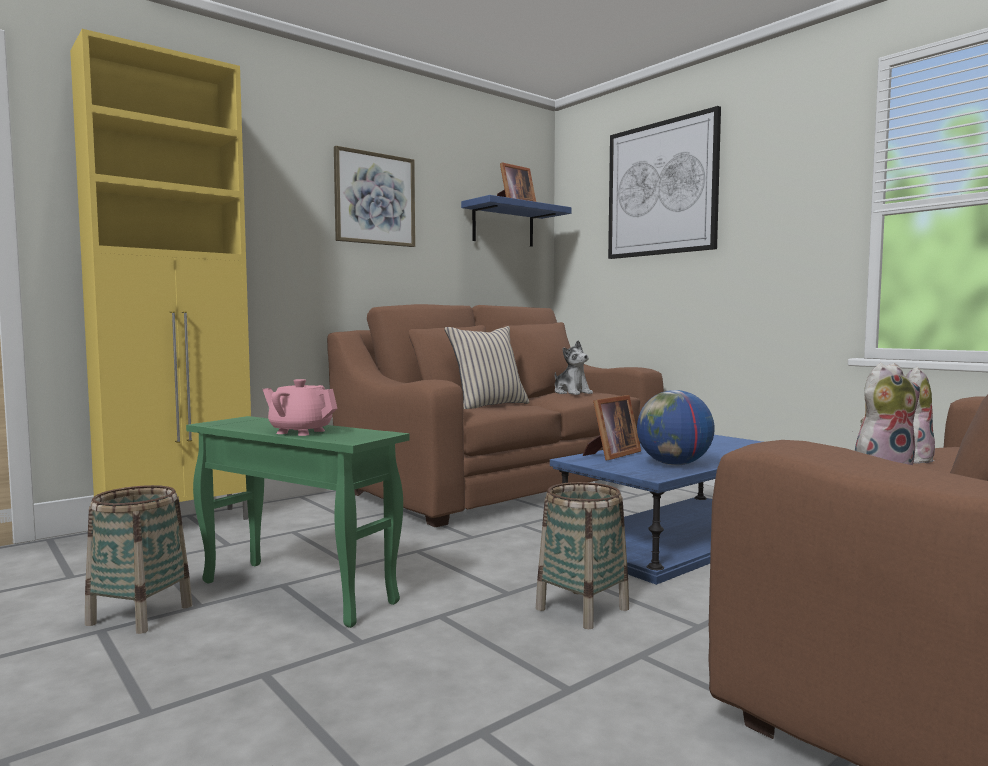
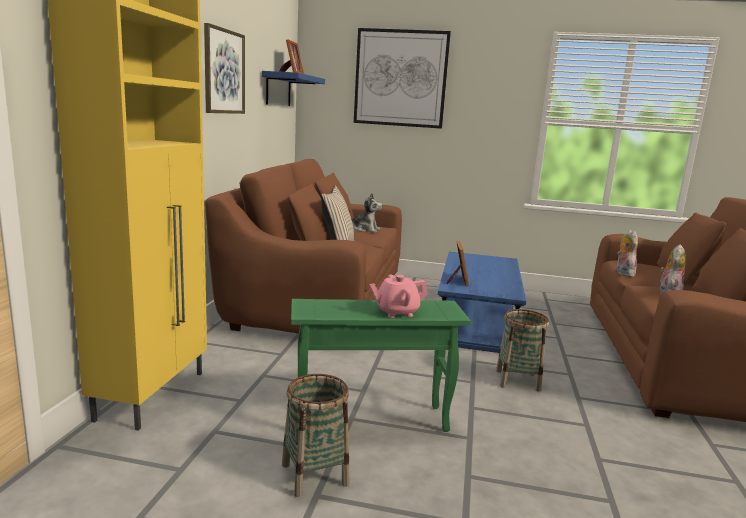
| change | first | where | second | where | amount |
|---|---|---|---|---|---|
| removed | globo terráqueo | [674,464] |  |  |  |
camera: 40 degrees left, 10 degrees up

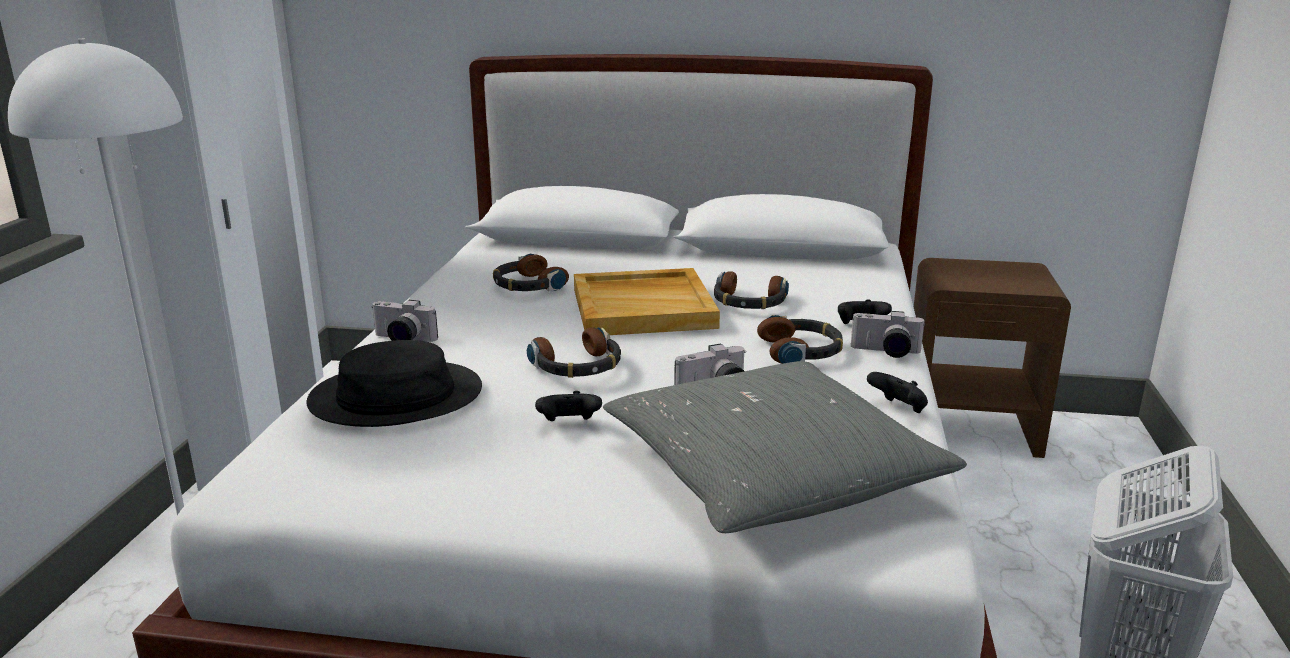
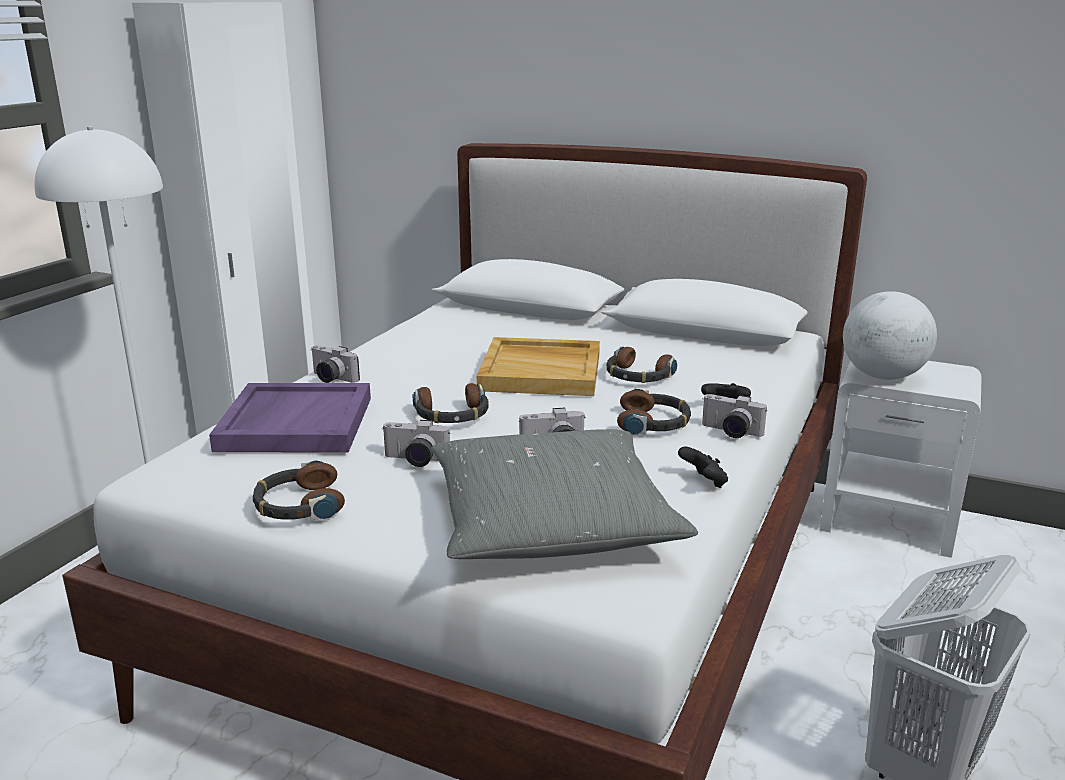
| change | first | where | second | where | amount |
|---|---|---|---|---|---|
| added |  |  | globo terráqueo | [883,376] |  |
| moved | auriculares | [528,285] |  | [298,505] |  |
| replaced | sombrero (negro) | [396,397] | bandeja (morado) | [295,423] |  |
| replaced | mando de consola (negro) | [569,424] | cámara | [415,461] |  |
| recoloured | mesita de noche (marrón) | [971,429] | mesita de noche (blanco) | [889,521] |  |
camera: 15 degrees right, 0 degrees up

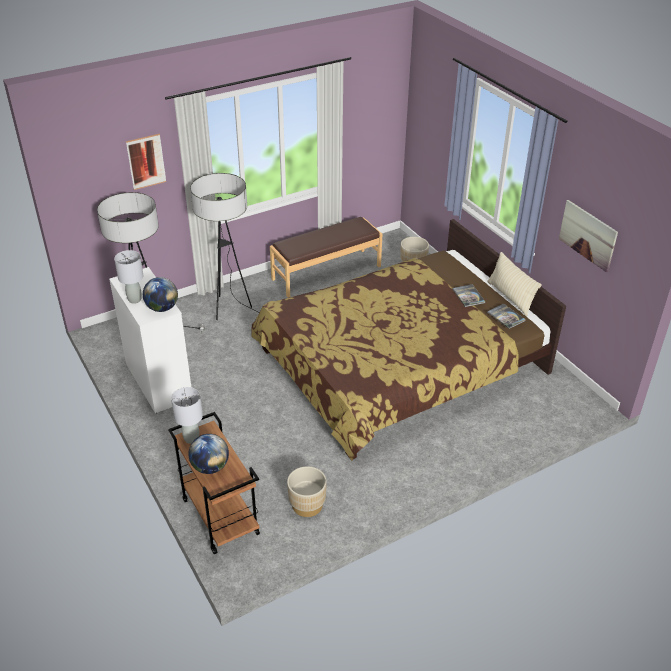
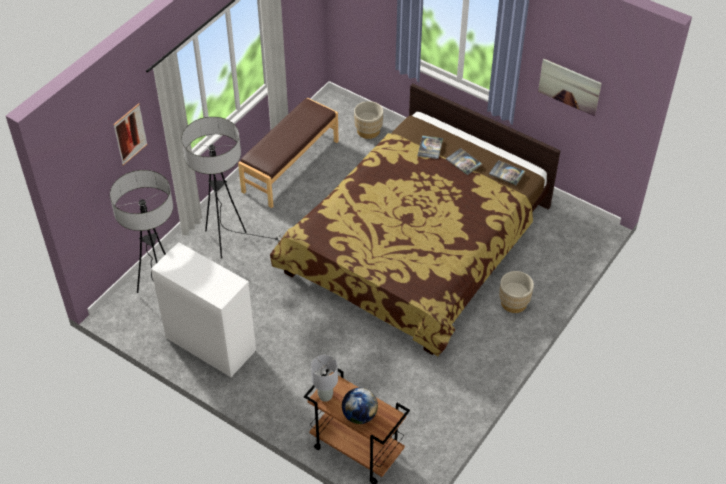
| change | first | where | second | where | amount |
|---|---|---|---|---|---|
| removed | lámpara de mesa (gris) | [134,300] |  |  |  |
| removed | globo terráqueo | [162,308] |  |  |  |
| removed | cojín (beis) | [510,297] |  |  |  |
| added |  |  | libro | [430,147] |  |
| moved | maceta (beis) | [307,505] |  | [513,303] |  |
camera: 25 degrees left, 10 degrees up

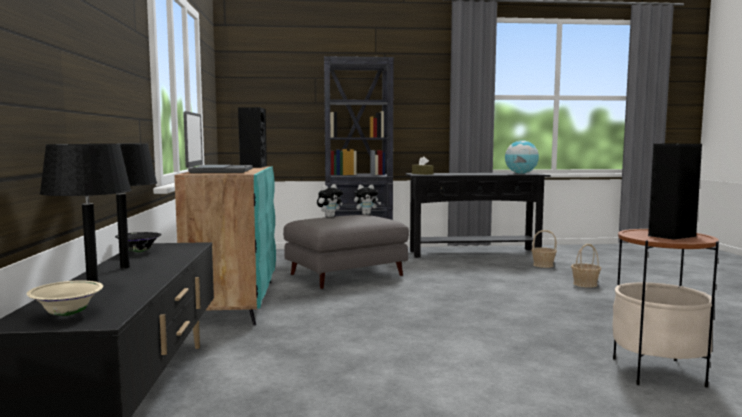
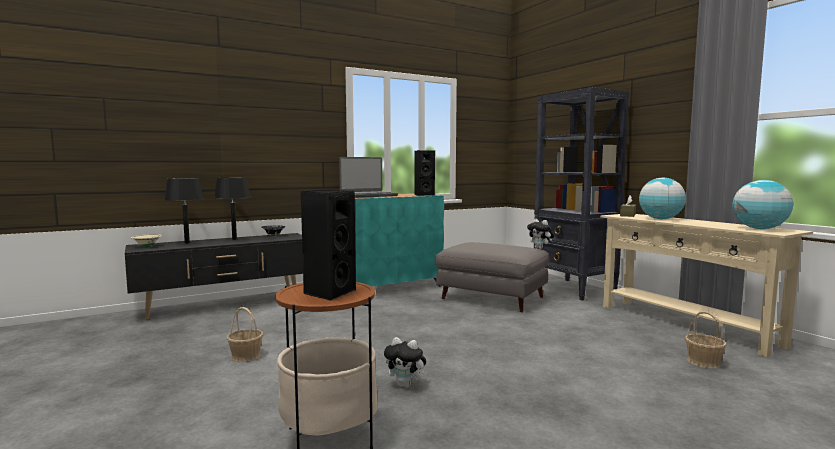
| change | first | where | second | where | amount |
|---|---|---|---|---|---|
| added |  |  | globo terráqueo | [660,219] |  |
| moved | peluche | [329,216] |  | [406,385] |  |
| moved | cesta | [585,284] |  | [246,356] |  |
| recoloured | mesa consola (negro) | [474,253] | mesa consola (beis) | [685,324] |  |
camera: 65 degrees right, 0 degrees up

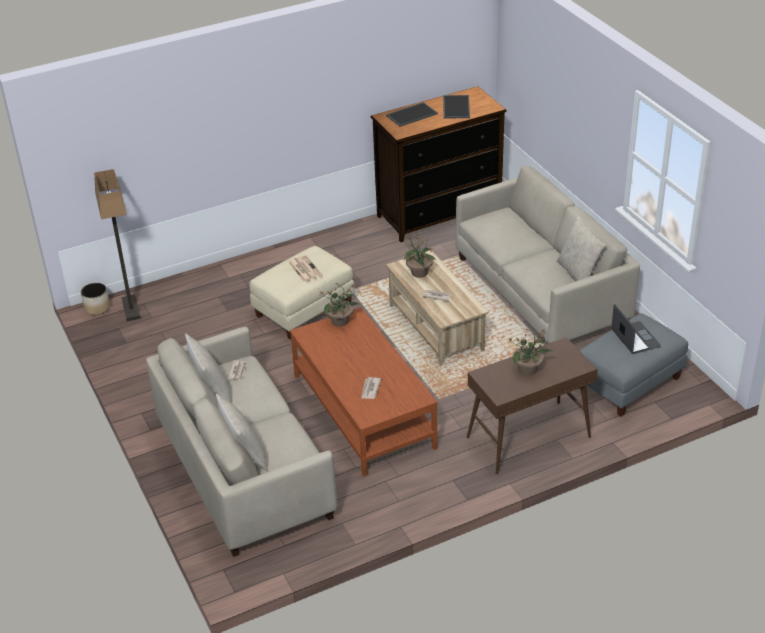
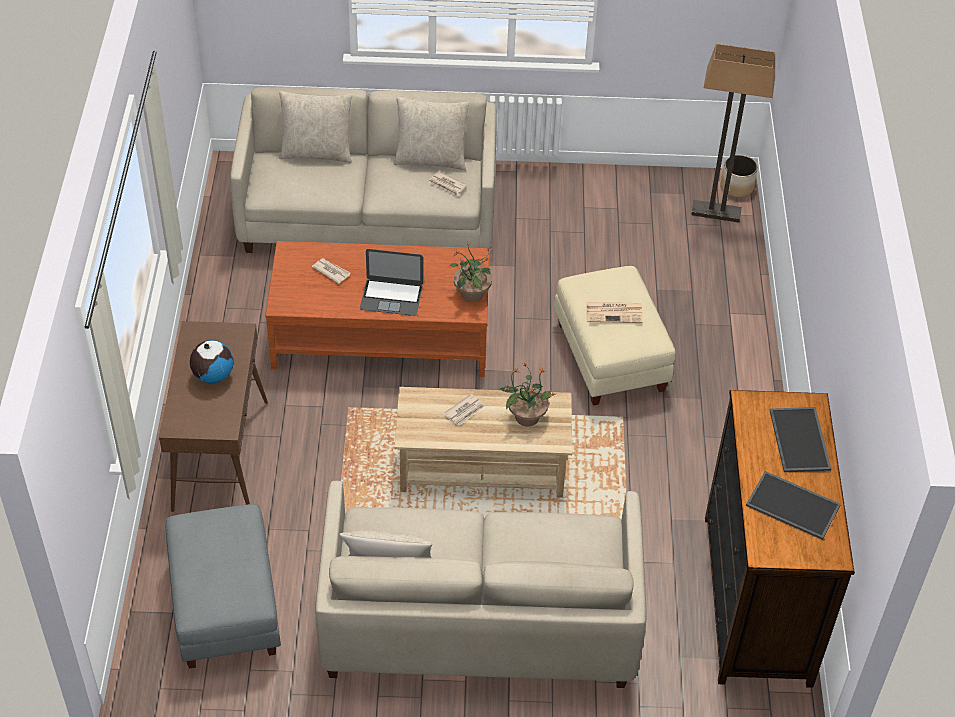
| change | first | where | second | where | amount |
|---|---|---|---|---|---|
| moved | portátil | [635,338] |  | [391,297] |  |
| replaced | planta en maceta | [528,369] | globo terráqueo | [213,375] |  |
camera: 115 degrees right, 10 degrees up

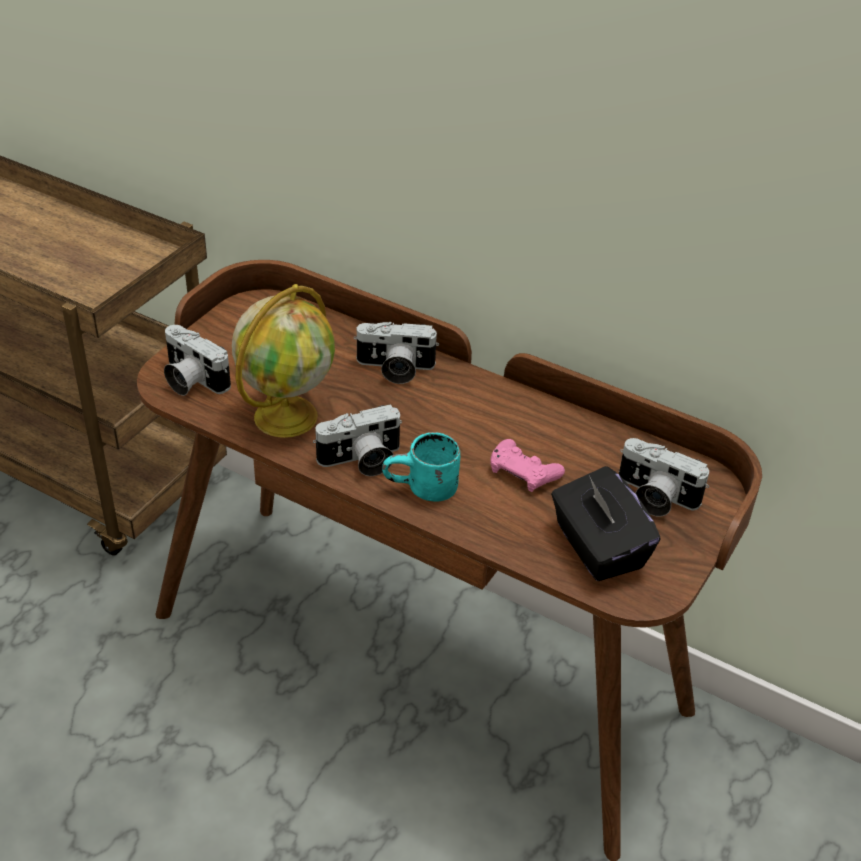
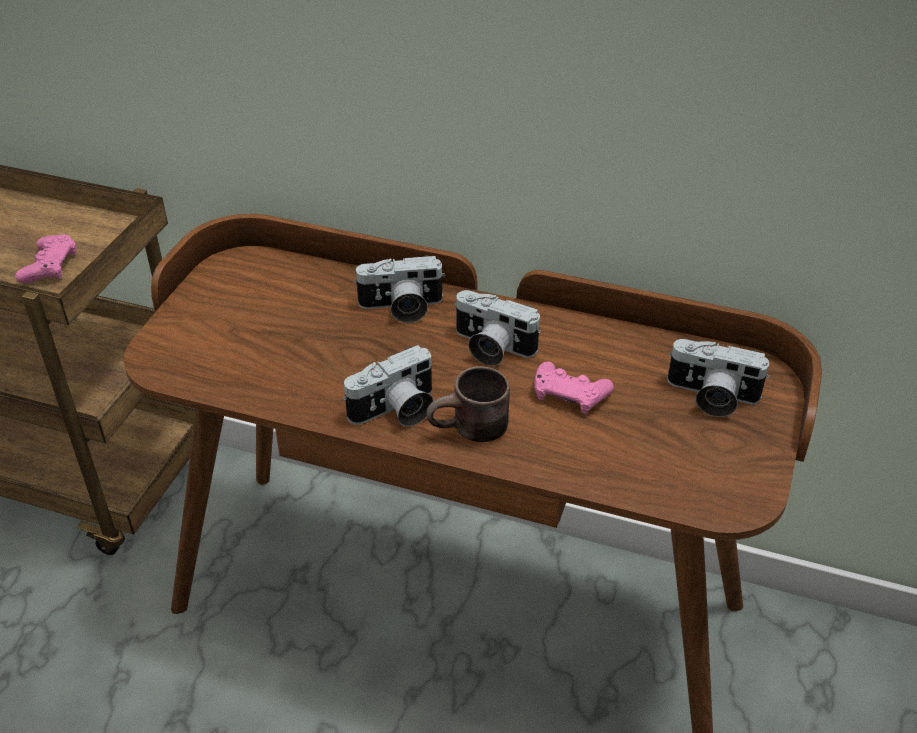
| change | first | where | second | where | amount |
|---|---|---|---|---|---|
| removed | globo terráqueo | [286,415] |  |  |  |
| removed | caja de pañuelos (negro) | [597,547] |  |  |  |
| added |  |  | mando de consola (rosa) | [49,266] |  |
| moved | cámara | [191,380] |  | [491,348] |  |
| recoloured | taza grande (turquesa) | [423,491] | taza grande (marrón) | [471,432] |  |
camera: 10 degrees left, 0 degrees up

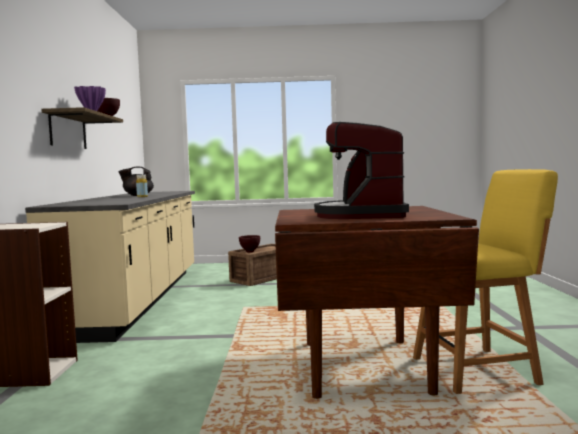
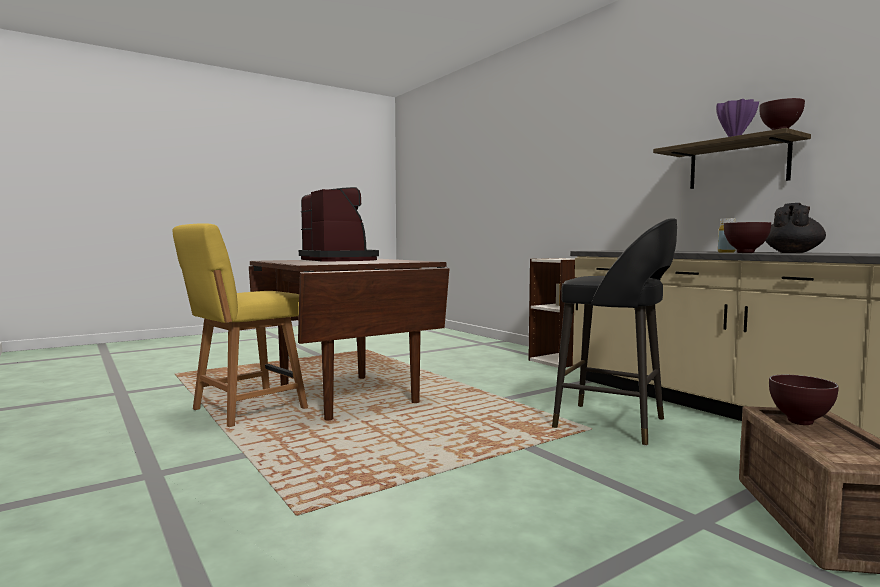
| change | first | where | second | where | amount |
|---|---|---|---|---|---|
| added |  |  | taburete (negro) | [613,424] |  |
| added |  |  | cuenco (marrón) | [745,253] |  |
camera: 145 degrees right, 0 degrees up

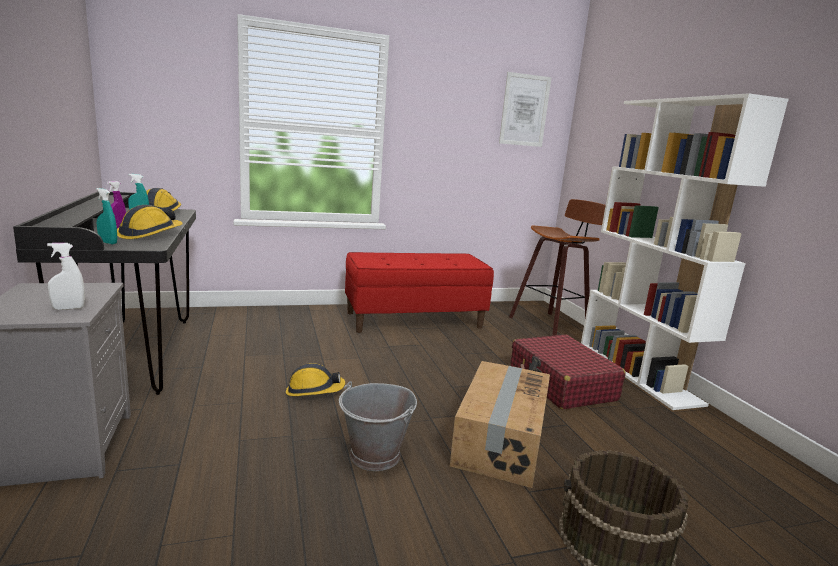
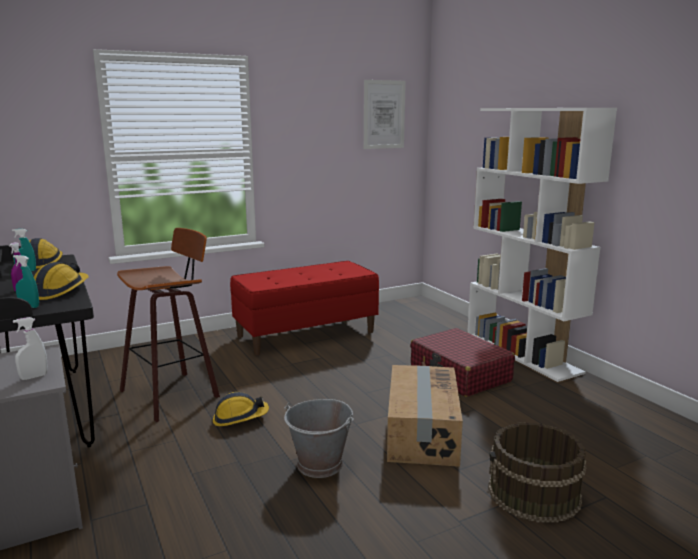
| change | first | where | second | where | amount |
|---|---|---|---|---|---|
| moved | taburete | [551,324] |  | [173,393] |  |
camera: 10 degrees left, 0 degrees up

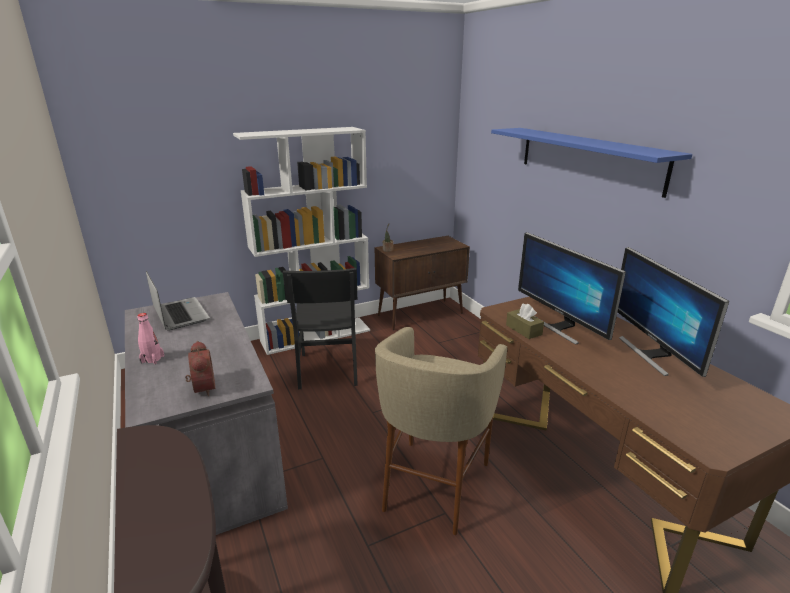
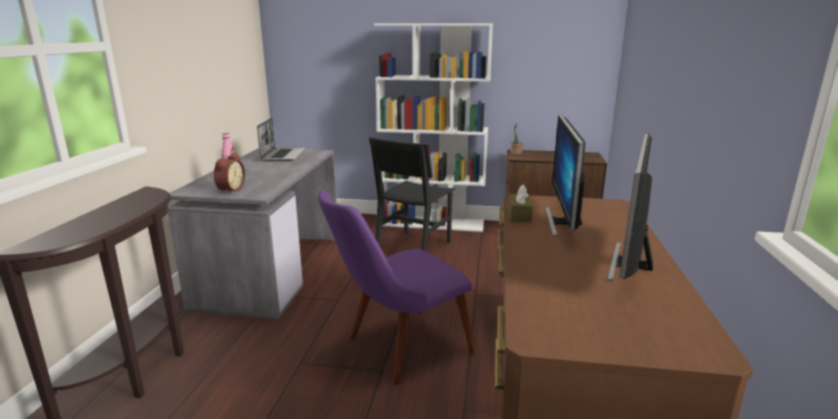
| change | first | where | second | where | amount |
|---|---|---|---|---|---|
| removed | estante (azul) | [588,158] |  |  |  |
| replaced | taburete (beis) | [433,485] | silla (morado) | [397,350] |  |
camera: 35 degrees right, 5 degrees down

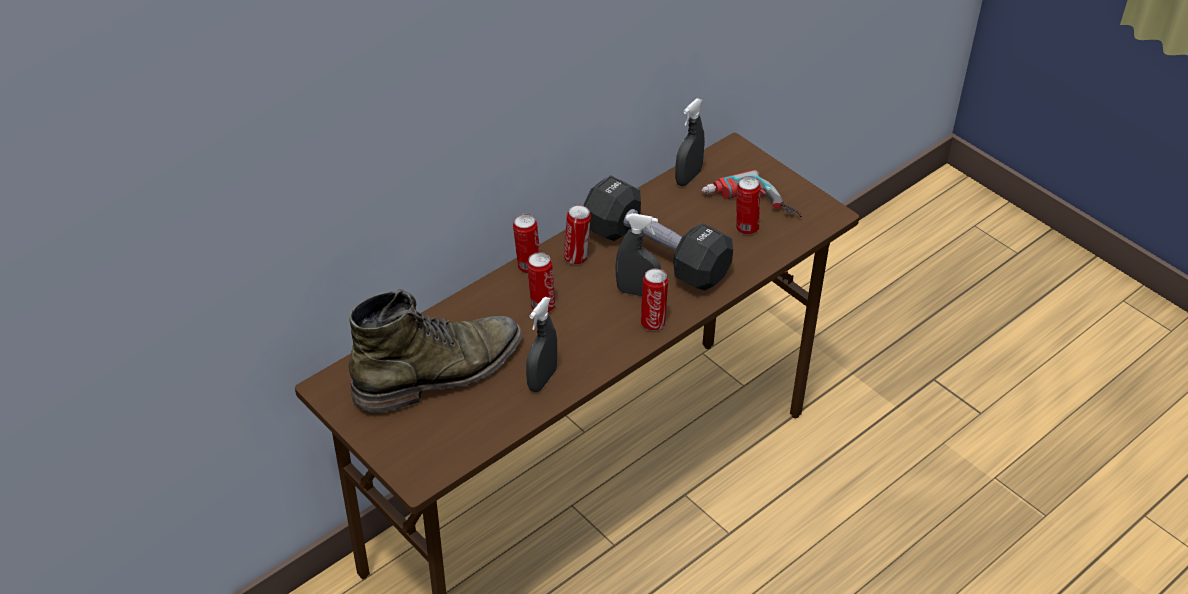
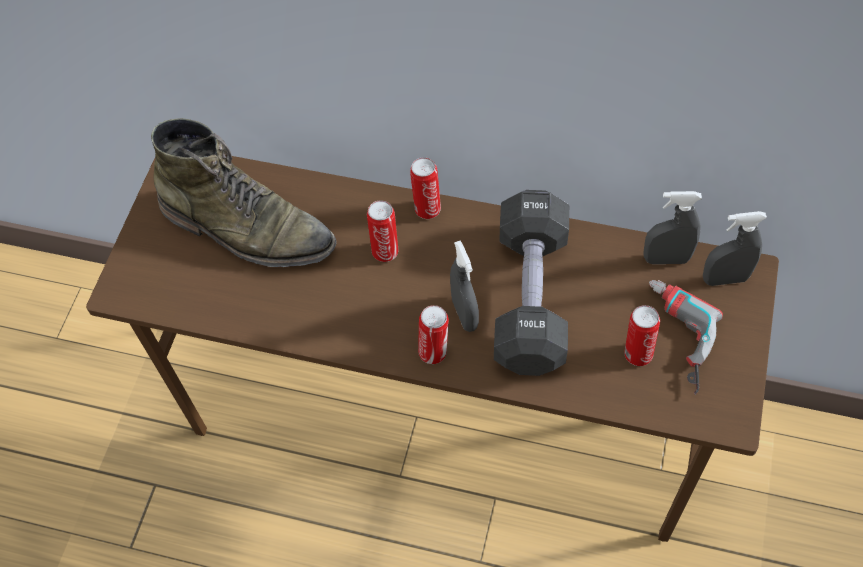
| change | first | where | second | where | amount |
|---|---|---|---|---|---|
| removed | lata | [577,257] |  |  |  |
| moved | pulverizador (gris) | [542,380] |  | [725,279] |  |
camera: 60 degrees right, 15 degrees up

